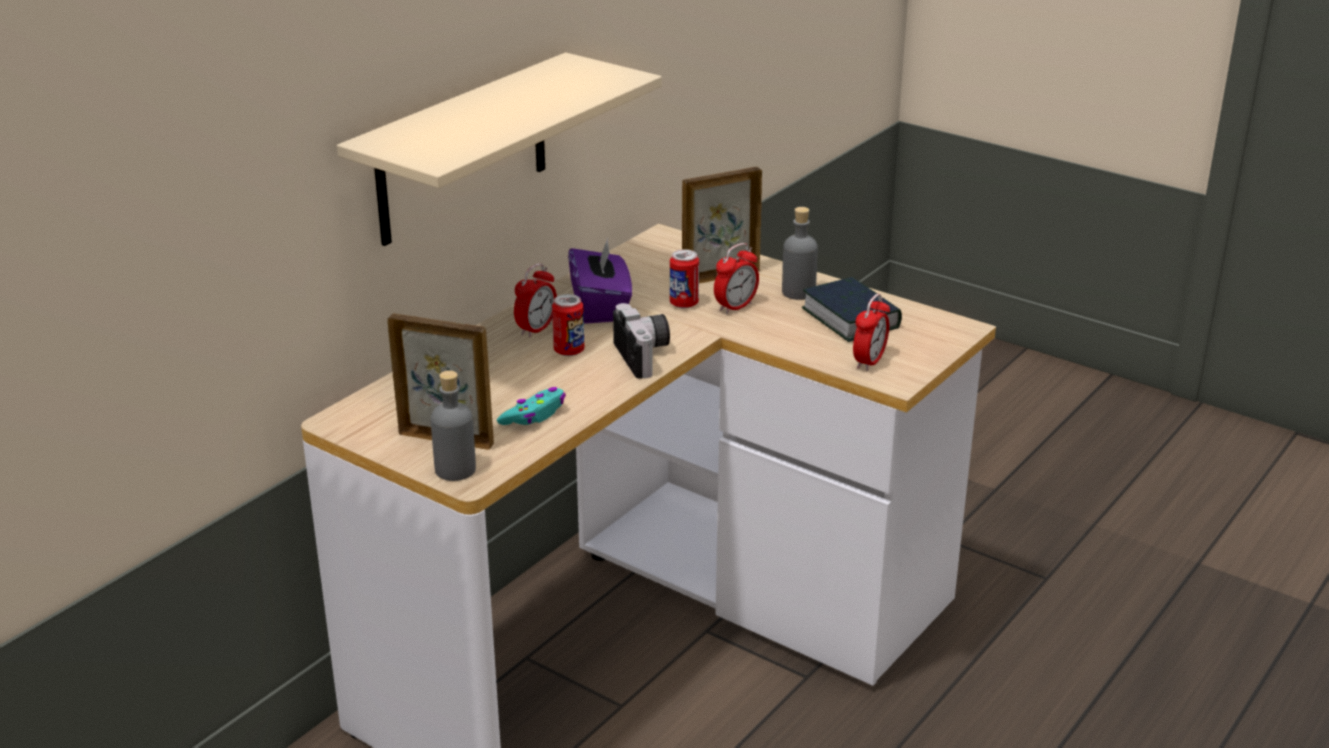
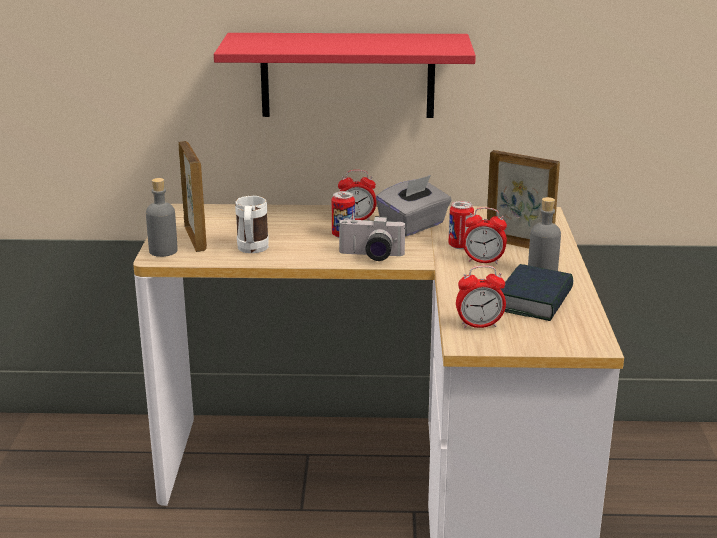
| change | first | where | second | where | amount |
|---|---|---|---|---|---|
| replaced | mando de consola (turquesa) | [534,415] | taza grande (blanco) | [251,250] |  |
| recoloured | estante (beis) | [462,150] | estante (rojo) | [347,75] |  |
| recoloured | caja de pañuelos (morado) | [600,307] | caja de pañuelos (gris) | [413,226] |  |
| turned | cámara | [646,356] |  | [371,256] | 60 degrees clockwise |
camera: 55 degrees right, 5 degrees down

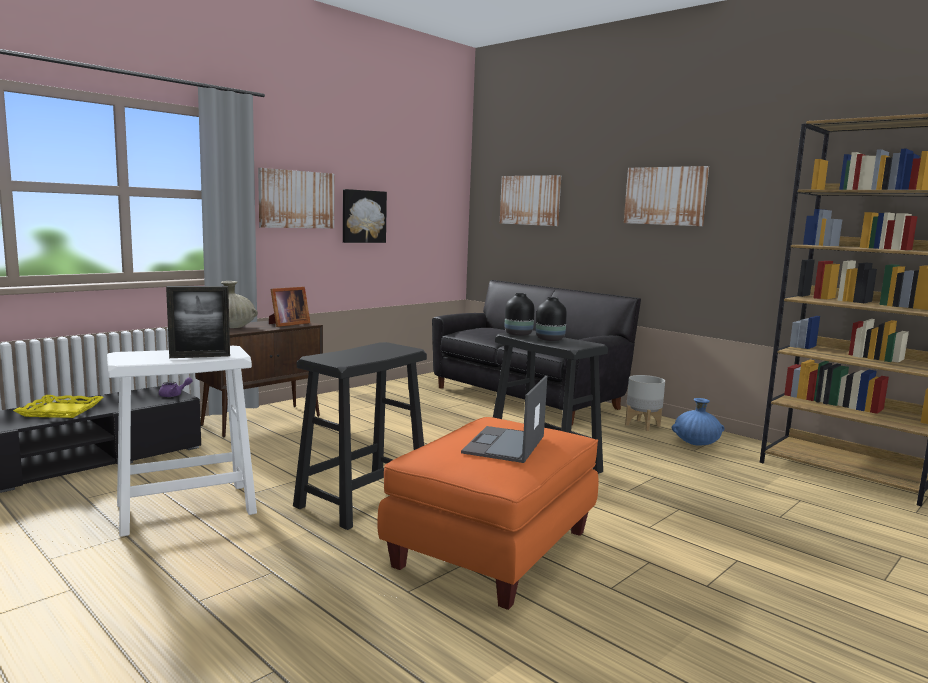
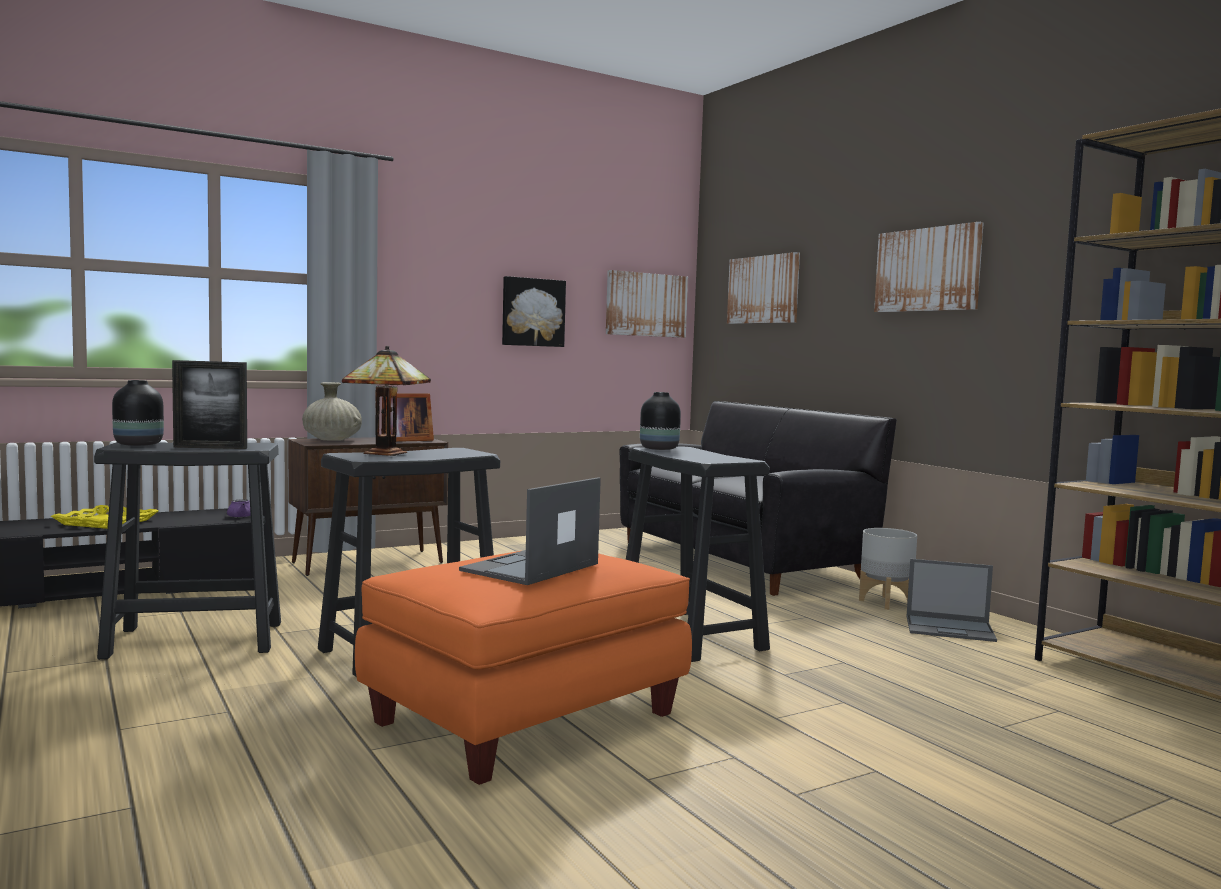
| change | first | where | second | where | amount |
|---|---|---|---|---|---|
| added |  |  | lámpara de mesa | [389,453] |  |
| moved | cuadro | [296,199] |  | [646,304] |  |
| moved | florero (negro) | [550,340] |  | [139,445] |  |
| replaced | florero (azul) | [696,443] | portátil | [951,629] |  |
| recoloured | taburete (blanco) | [187,508] | taburete (negro) | [196,640] |  |
camera: 15 degrees right, 5 degrees down

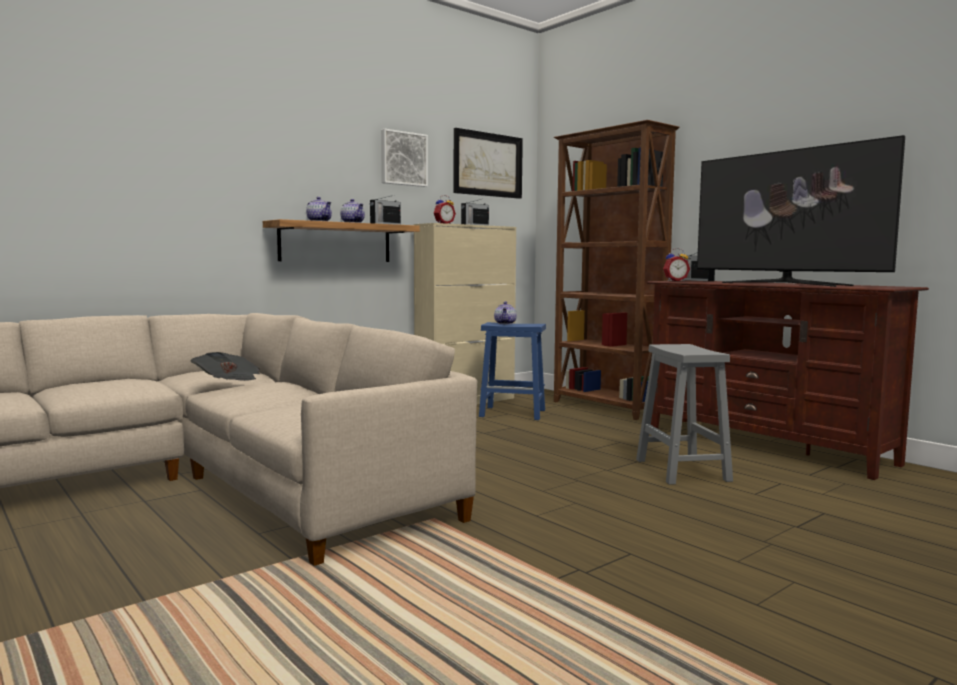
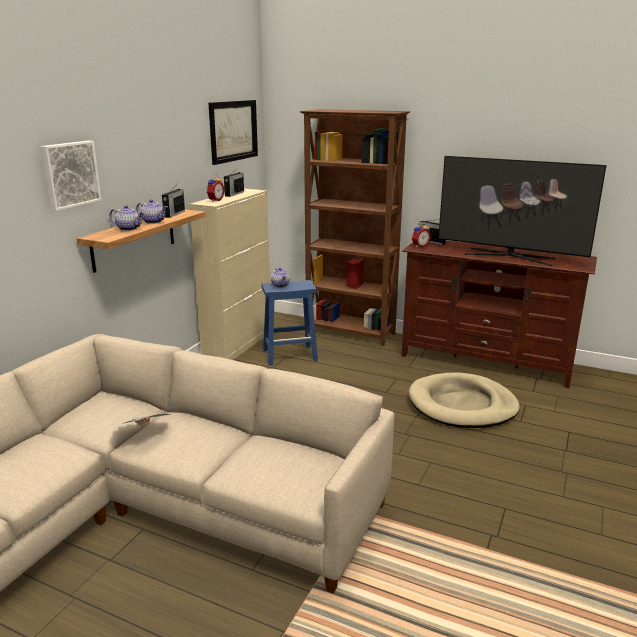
| change | first | where | second | where | amount |
|---|---|---|---|---|---|
| moved | cuadro | [403,158] |  | [69,174] |  |
| replaced | taburete (gris) | [683,470] | cama para perro (beis) | [462,405] |  |
camera: 25 degrees left, 15 degrees up

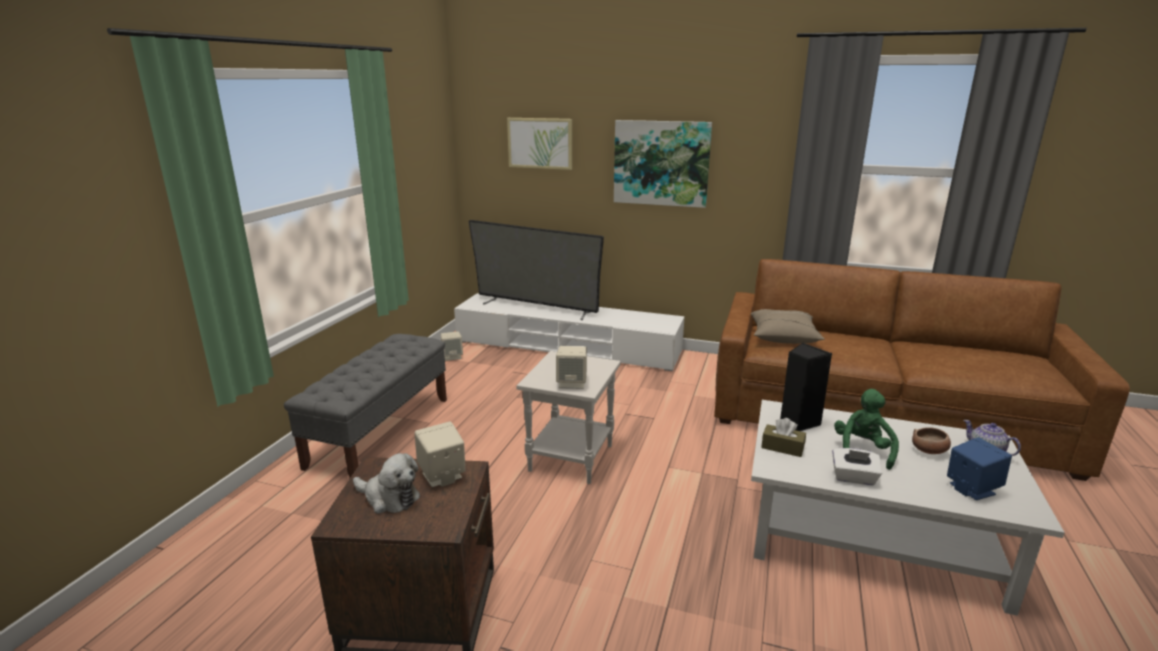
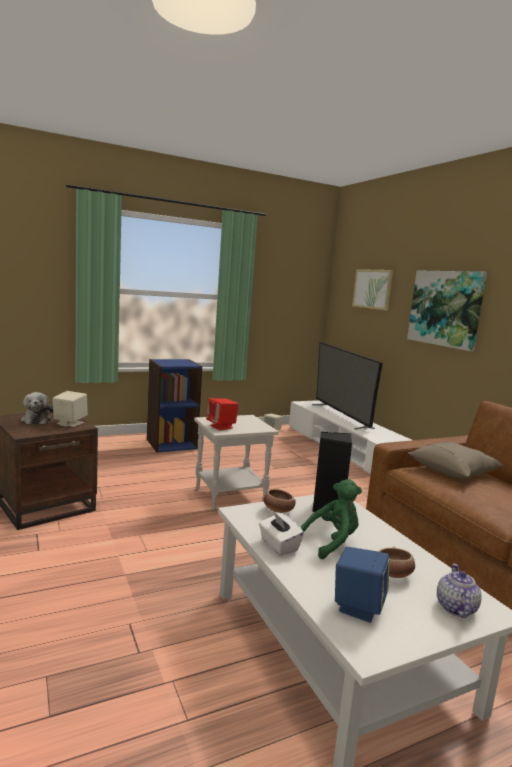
| change | first | where | second | where | amount |
|---|---|---|---|---|---|
| replaced | banco (gris) | [381,431] | estantería (azul) | [171,444] |  |
| replaced | caja de pañuelos (marrón) | [782,447] | cuenco | [277,510] |  |
| recoloured | altavoz (beis) | [572,383] | altavoz (rojo) | [221,427] |  |
camera: 45 degrees right, 10 degrees down

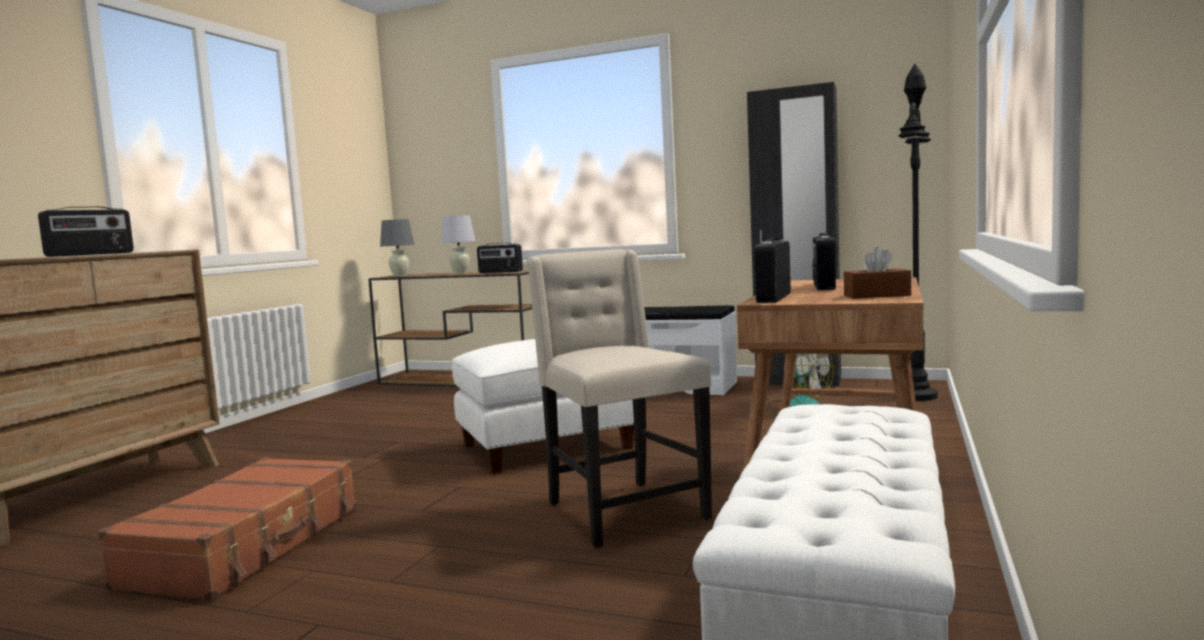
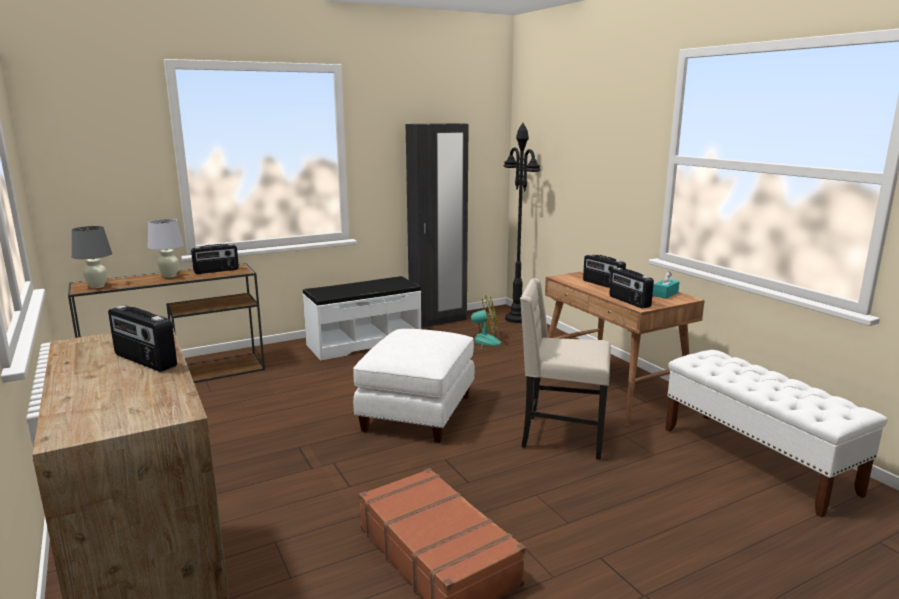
| change | first | where | second | where | amount |
|---|---|---|---|---|---|
| recoloured | caja de pañuelos (marrón) | [877,295] | caja de pañuelos (turquesa) | [665,294] |  |
| turned | radio | [90,254] |  | [144,361] | 135 degrees clockwise |
camera: 50 degrees left, 10 degrees up

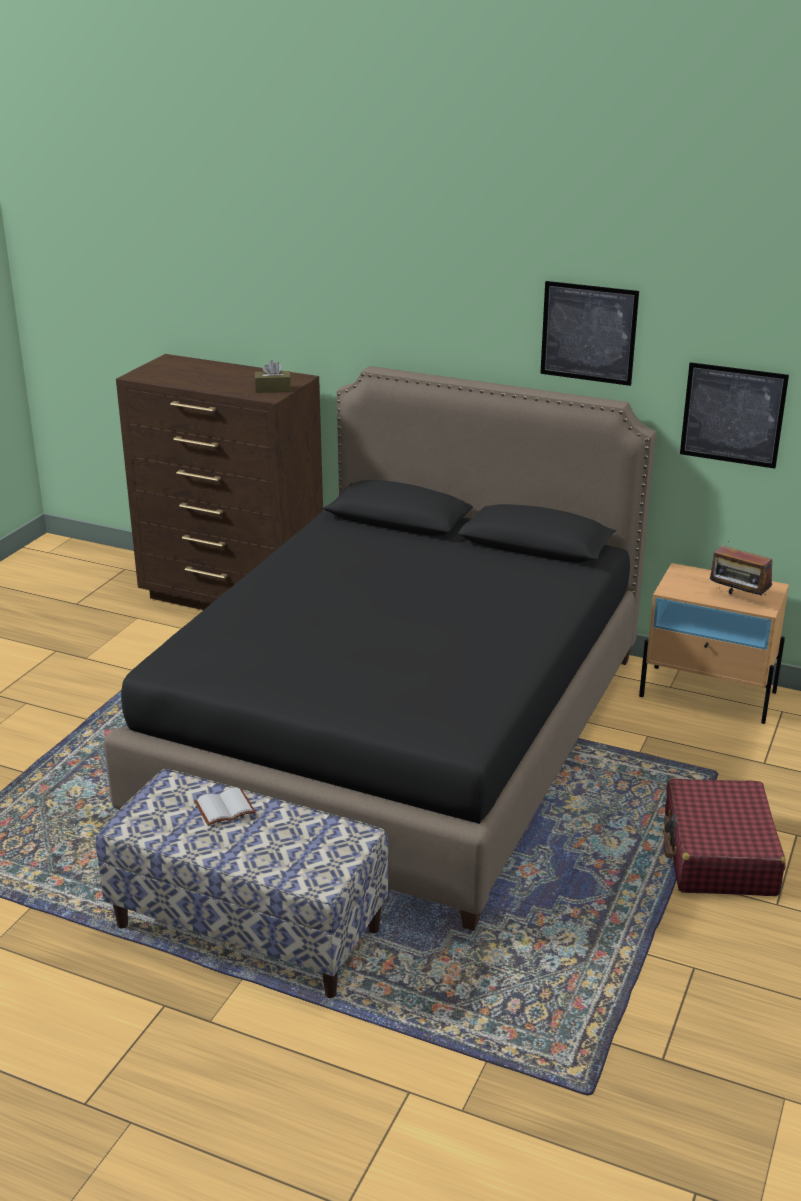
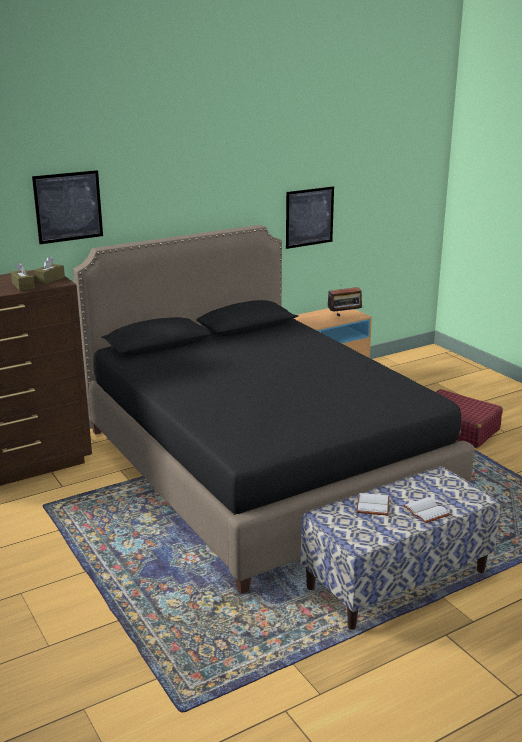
| change | first | where | second | where | amount |
|---|---|---|---|---|---|
| added |  |  | caja de pañuelos (marrón) | [23,286] |  |
| added |  |  | libro (blanco) | [427,511] |  |
| moved | cuadro | [588,333] |  | [68,207] |  |
camera: 55 degrees left, 5 degrees down

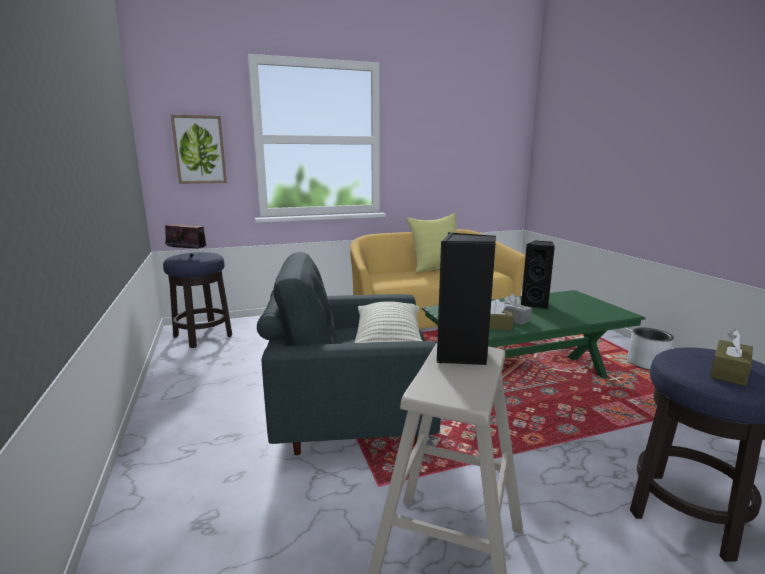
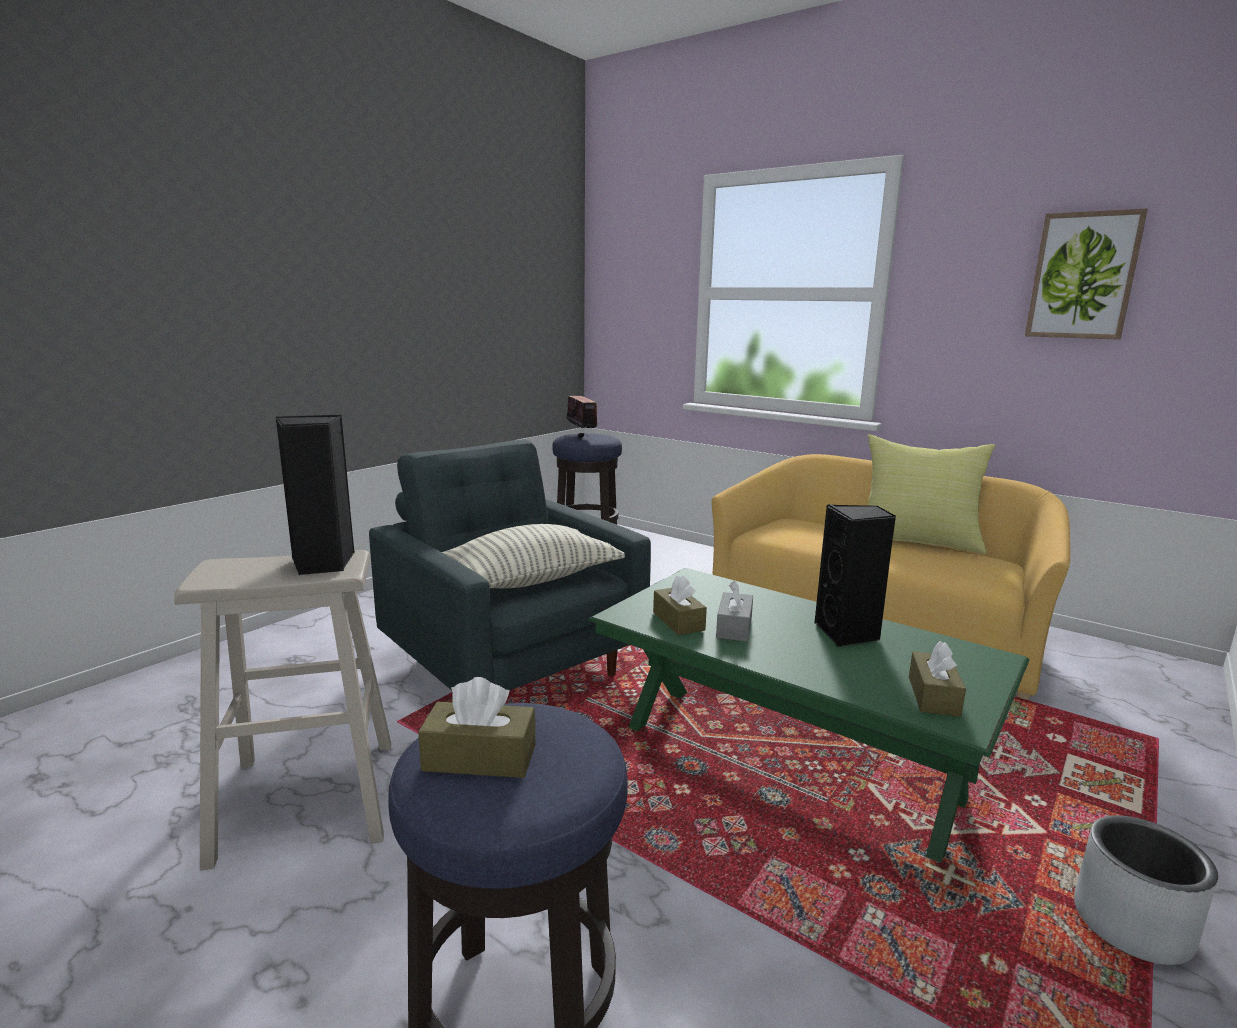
| change | first | where | second | where | amount |
|---|---|---|---|---|---|
| added |  |  | caja de pañuelos (marrón) | [933,696] |  |
| moved | cuadro | [199,150] |  | [1083,276] |  |
camera: 55 degrees right, 0 degrees up

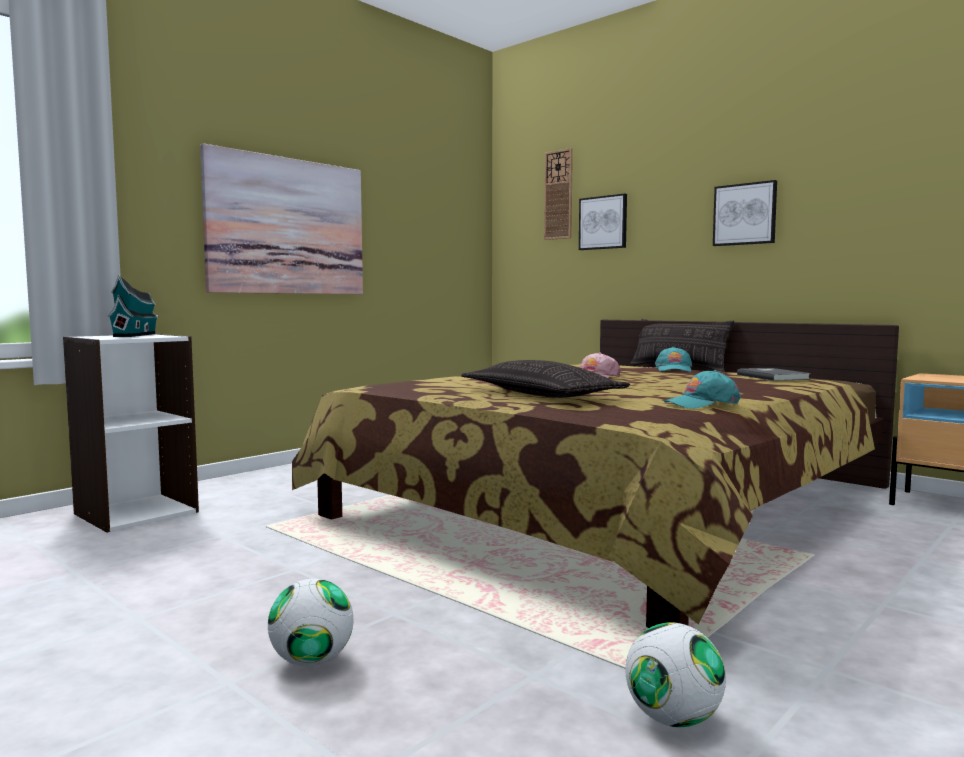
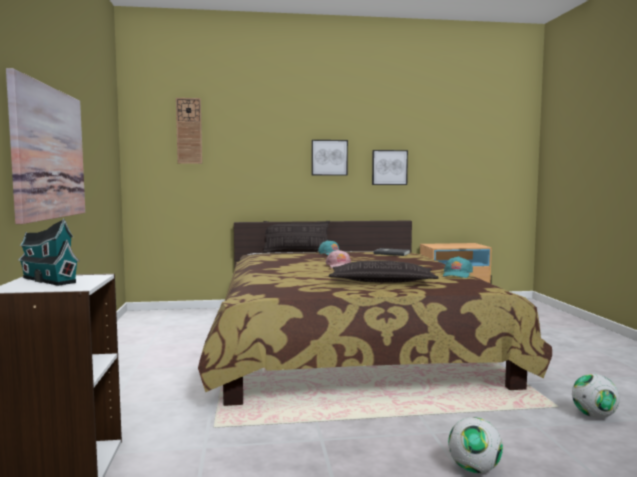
| change | first | where | second | where | amount |
|---|---|---|---|---|---|
| moved | cuadro | [603,222] |  | [389,167] |  |
camera: 50 degrees left, 0 degrees up

